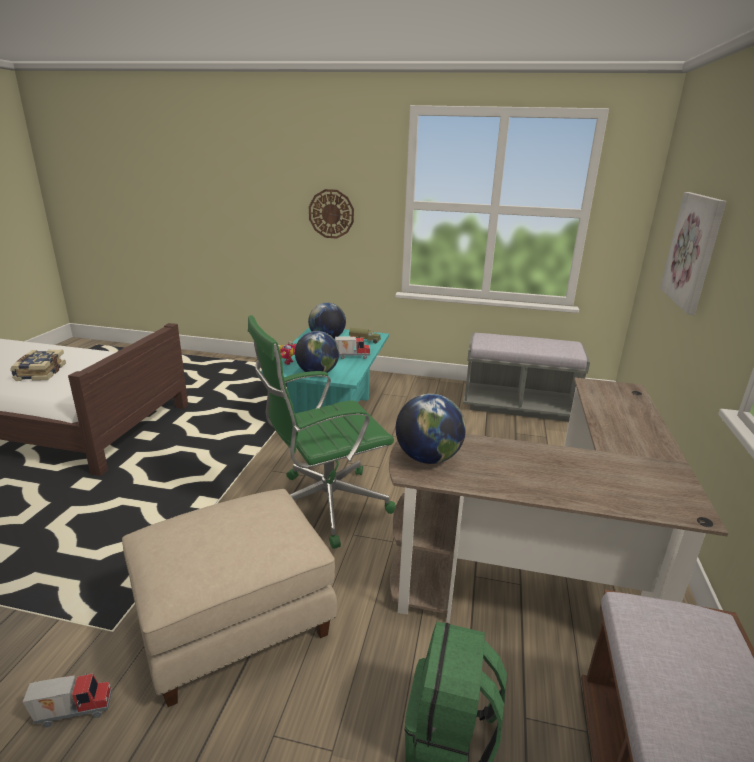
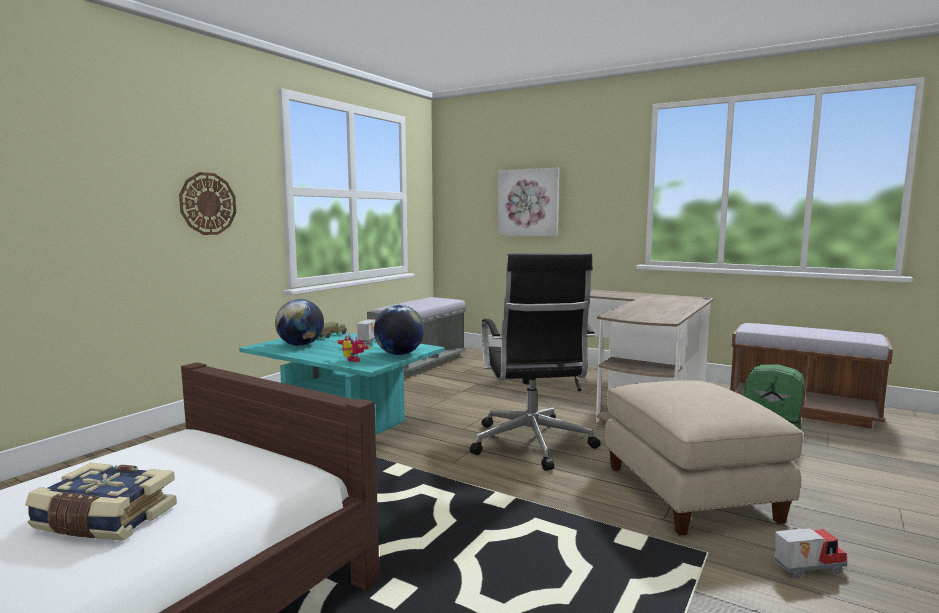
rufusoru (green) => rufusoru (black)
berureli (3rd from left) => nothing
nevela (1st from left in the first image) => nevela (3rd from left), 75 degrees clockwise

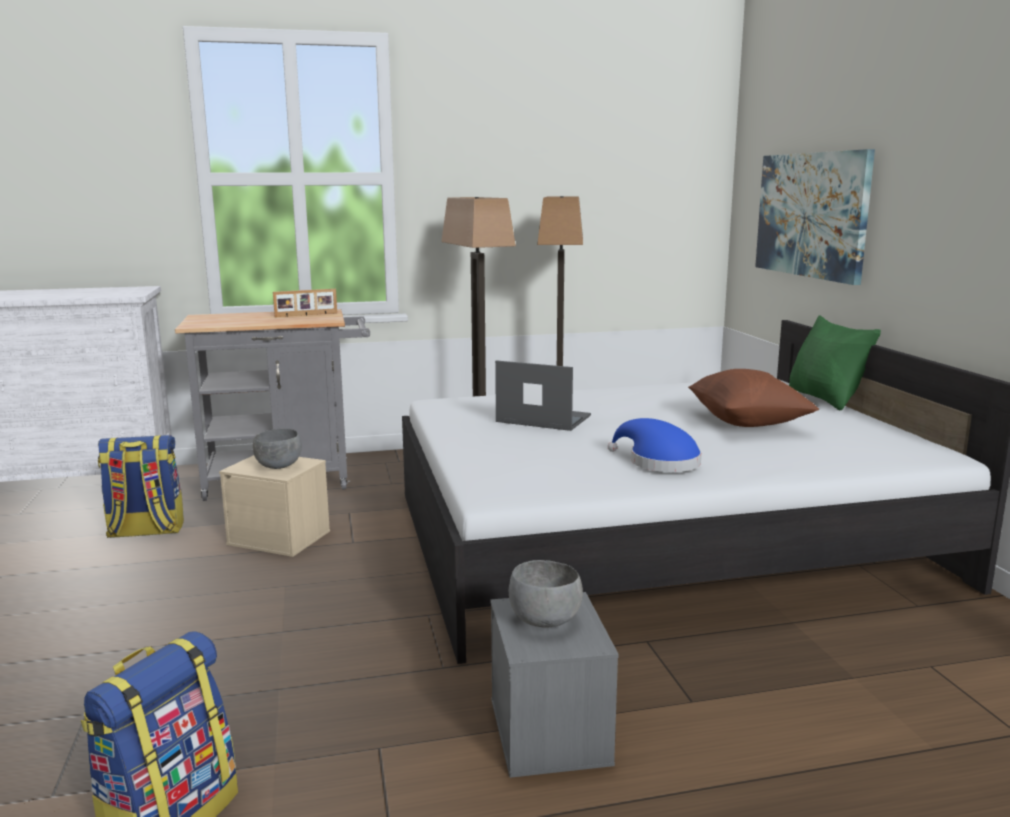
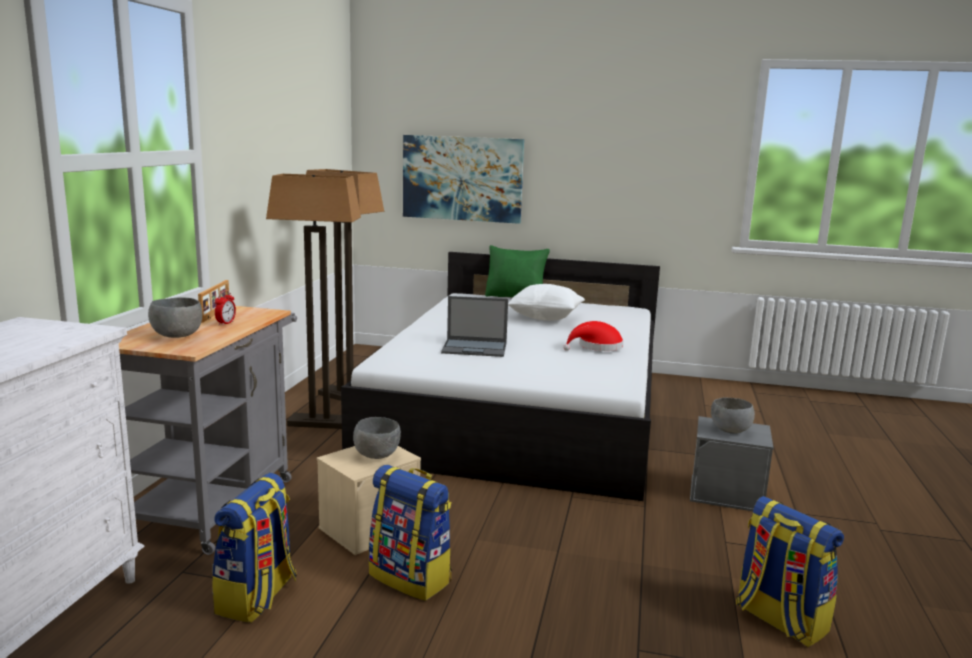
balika, 135 degrees counterclockwise
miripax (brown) => miripax (white)
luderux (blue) => luderux (red)
nothing => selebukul
nothing => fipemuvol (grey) (1st from left)
nothing => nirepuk (2nd from left)

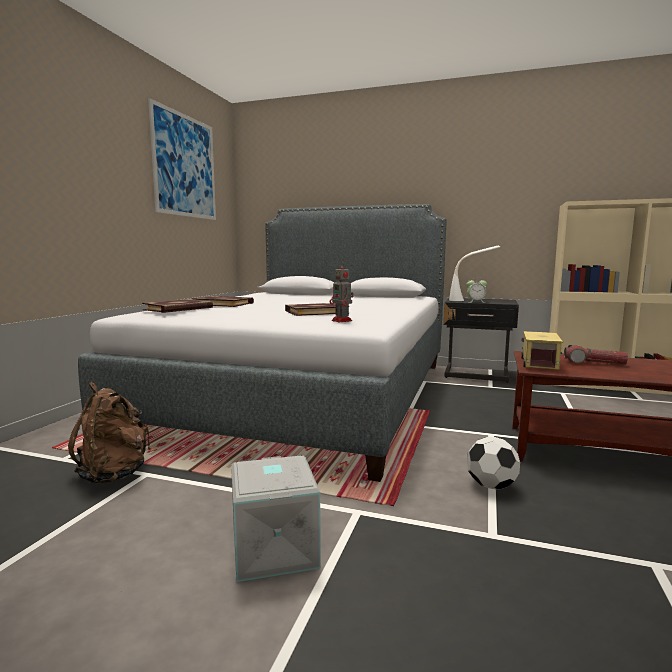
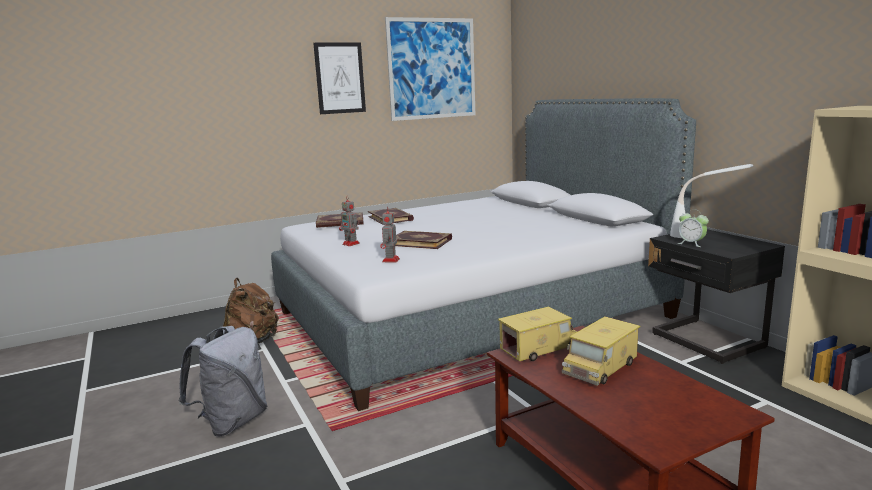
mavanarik => nevela (2nd from left)
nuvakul => nothing
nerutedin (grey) => nirepuk (grey)
nothing => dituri (1st from left)
nothing => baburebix (1st from left)

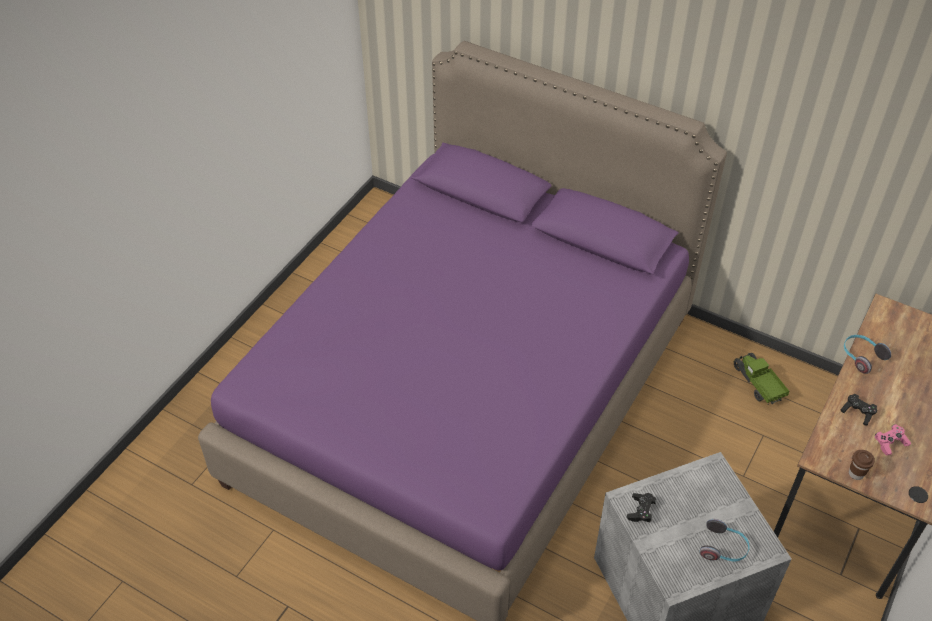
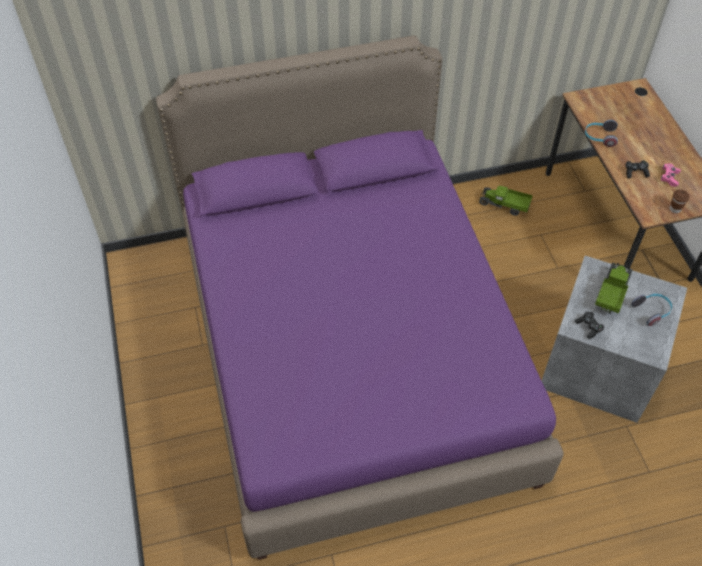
nothing => nevela (2nd from left)

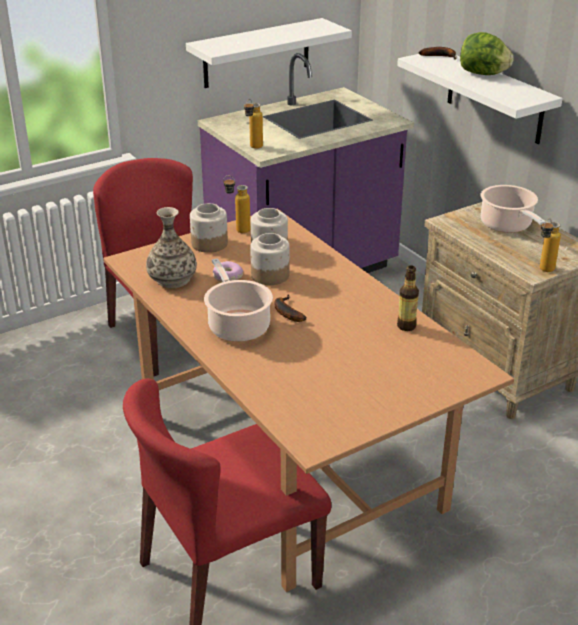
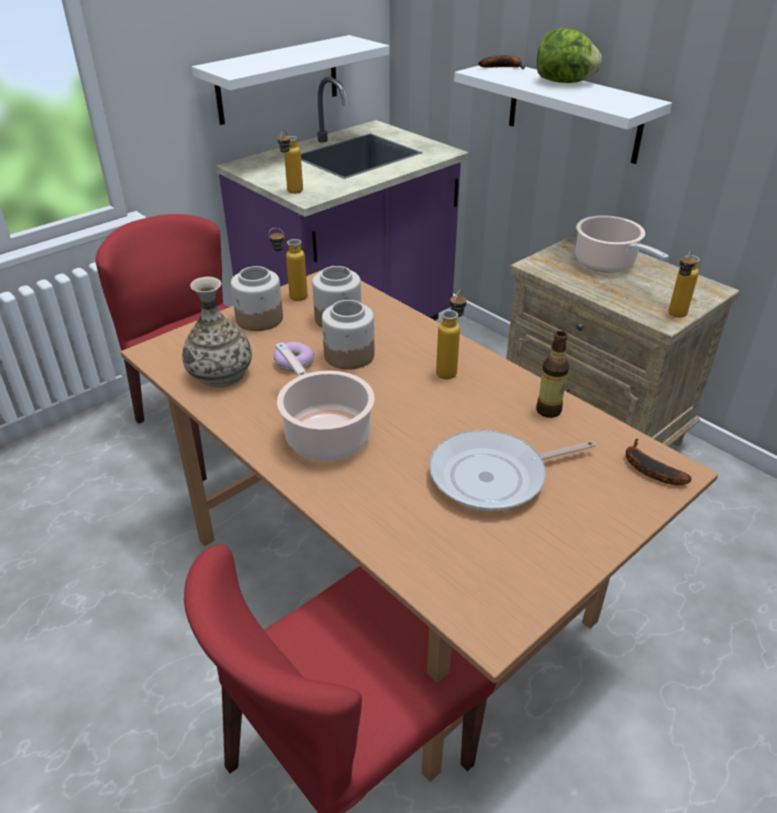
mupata (1st from left in the first image) => mupata (2nd from left), move
nothing => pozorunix (3rd from left)
nothing => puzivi

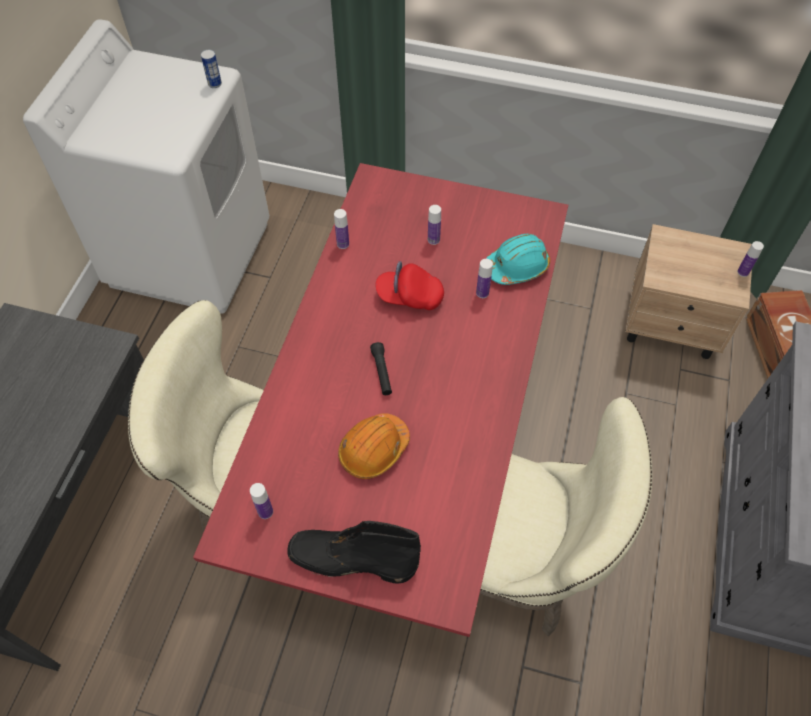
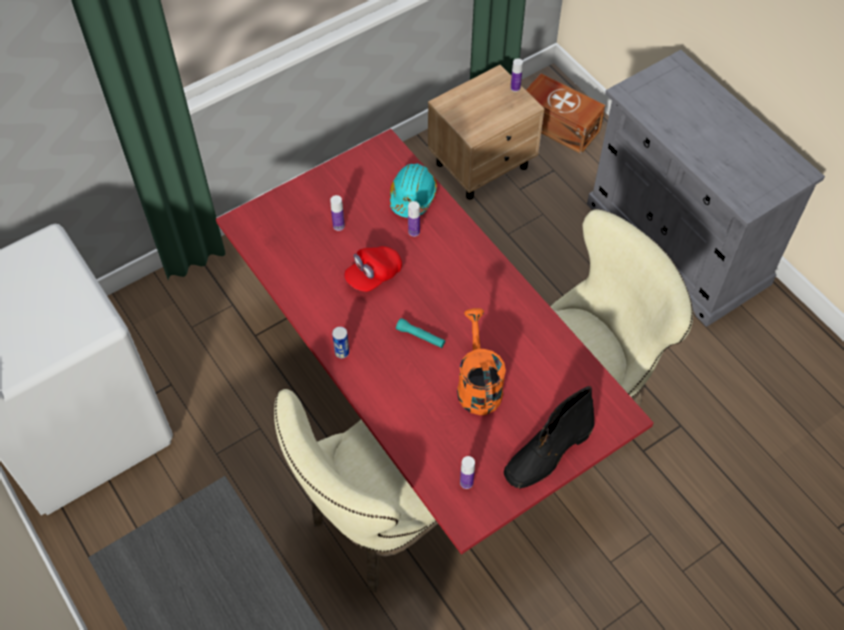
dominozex, move
pozorunix (2nd from left) => nothing
mavanarik (black) => mavanarik (turquoise)
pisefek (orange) => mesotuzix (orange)

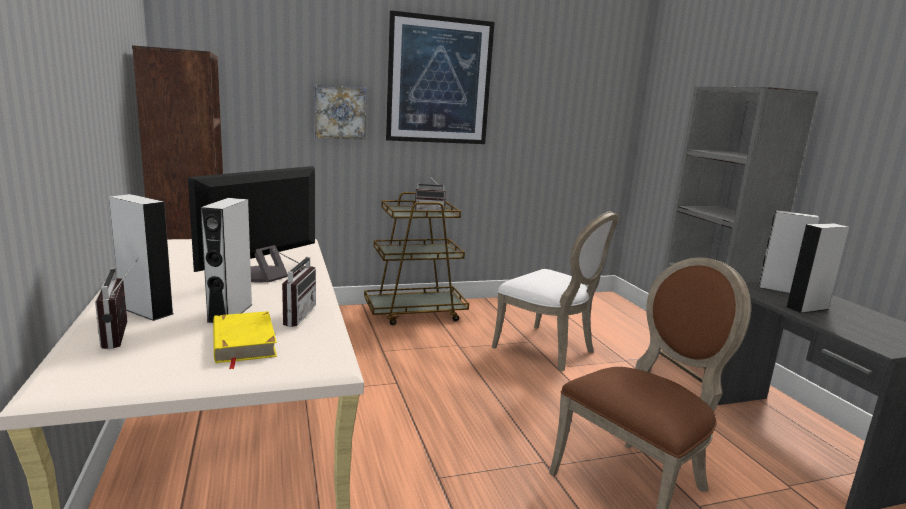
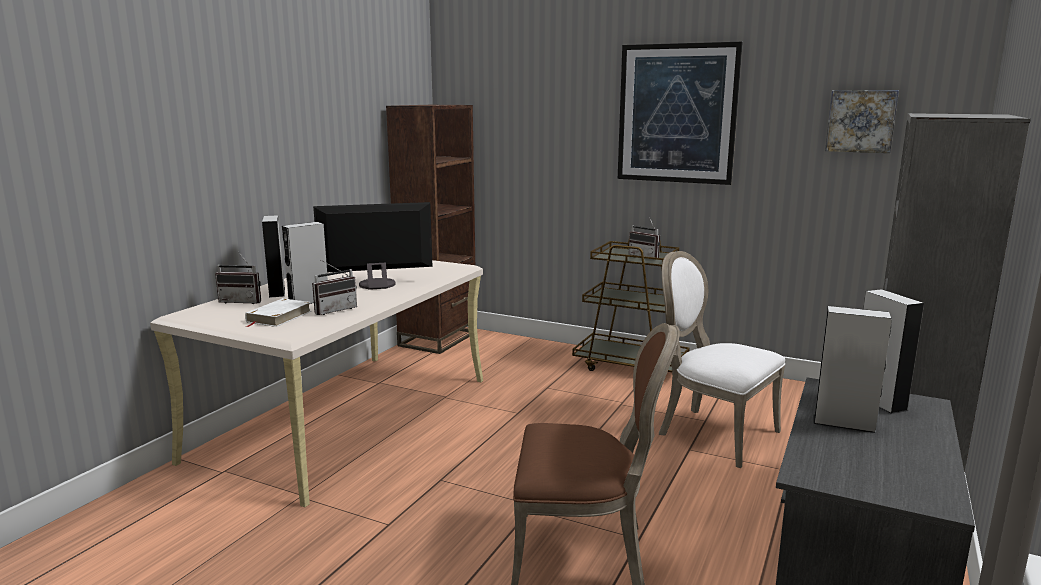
dituri (1st from left in the first image) => dituri (2nd from left), move
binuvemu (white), 135 degrees clockwise
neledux (1st from left), 105 degrees counterclockwise
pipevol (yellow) => pipevol (white)

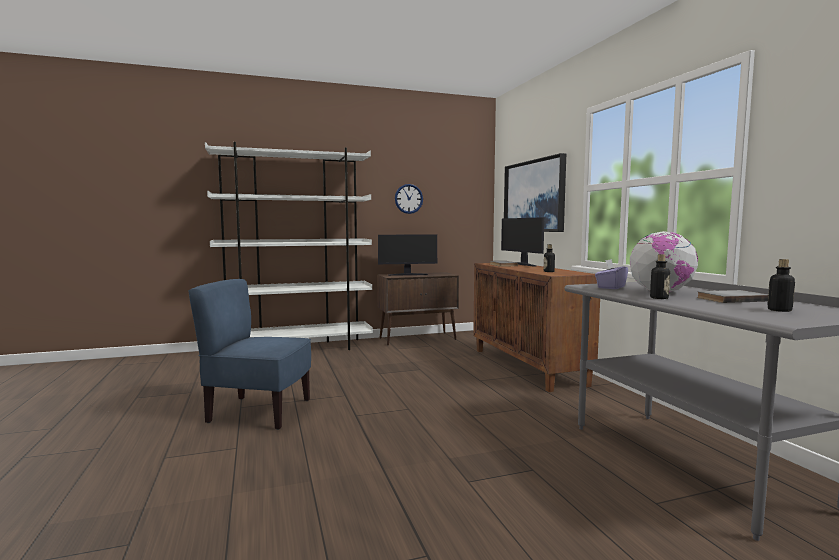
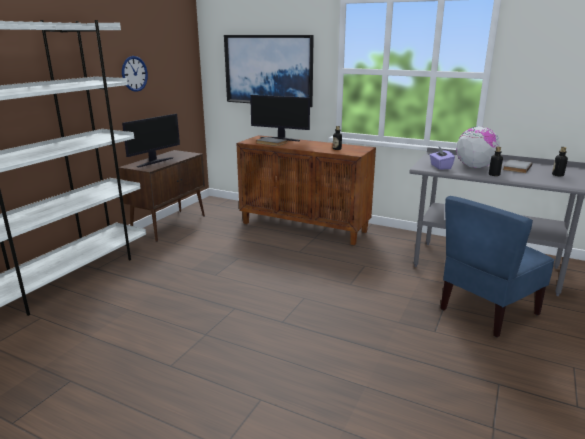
binuvemu (blue), move

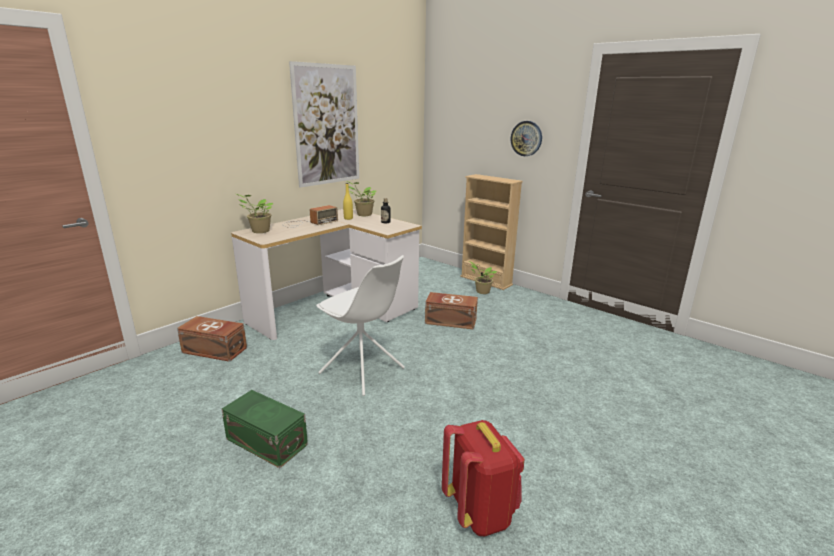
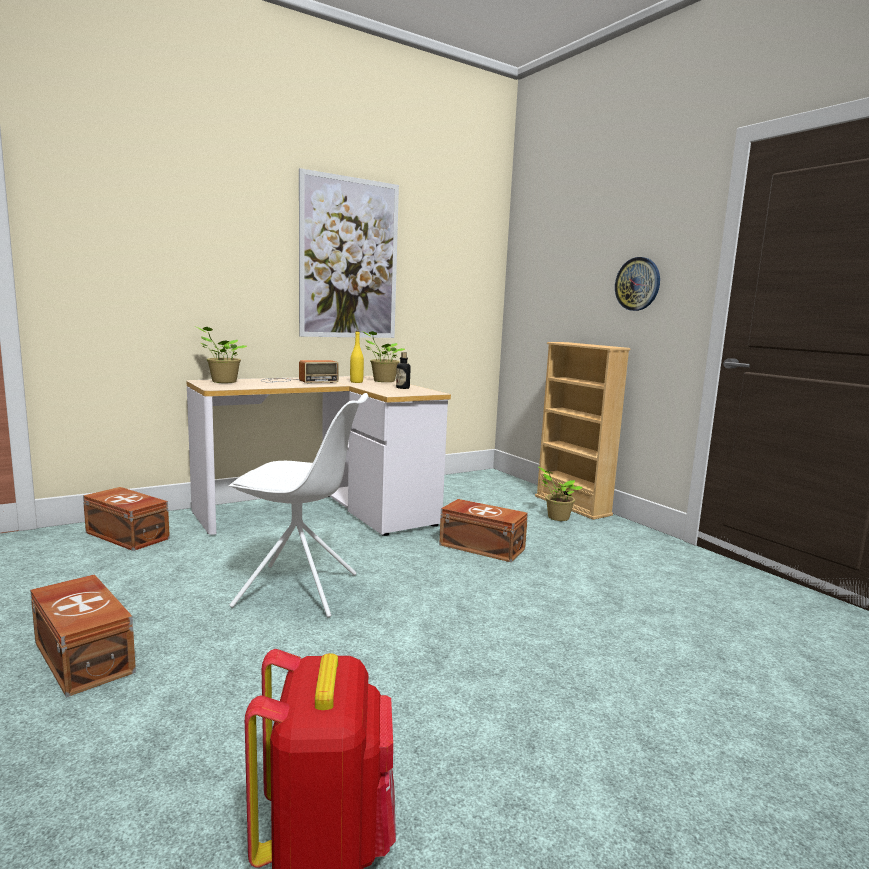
binuvemu (white), 45 degrees counterclockwise
nerutedin (green) => nerutedin (brown) (1st from left)

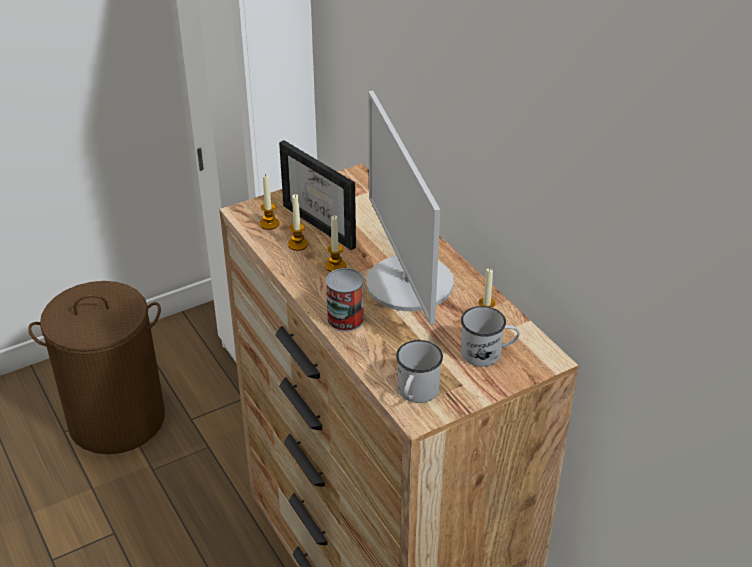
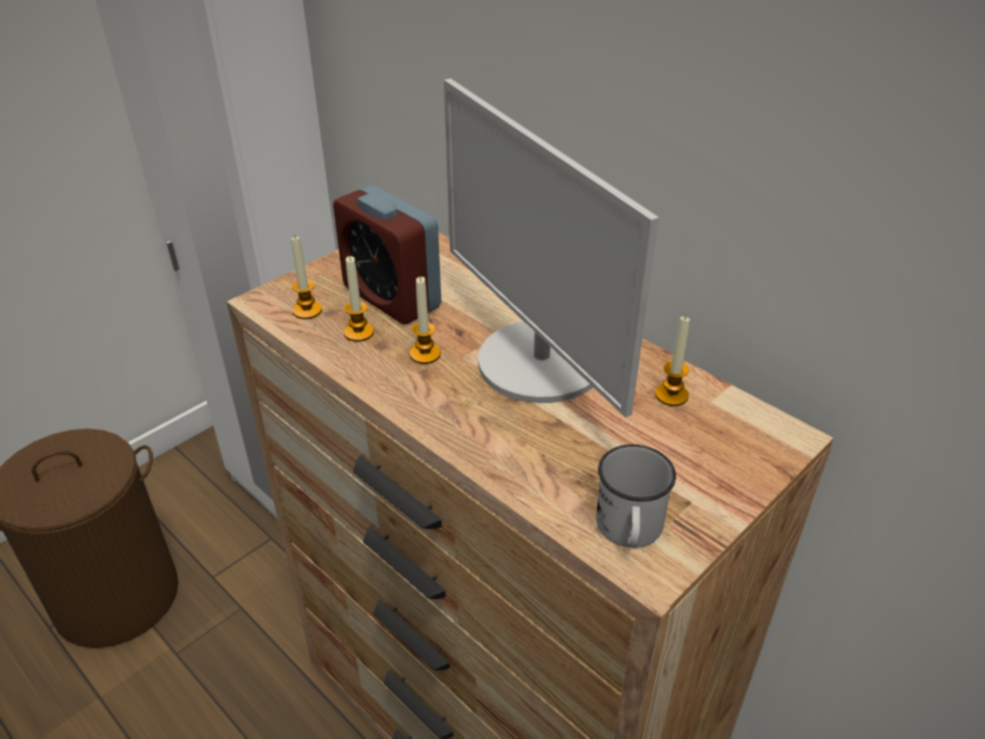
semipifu => selebukul
dominozex => nothing
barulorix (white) (2nd from left) => nothing

